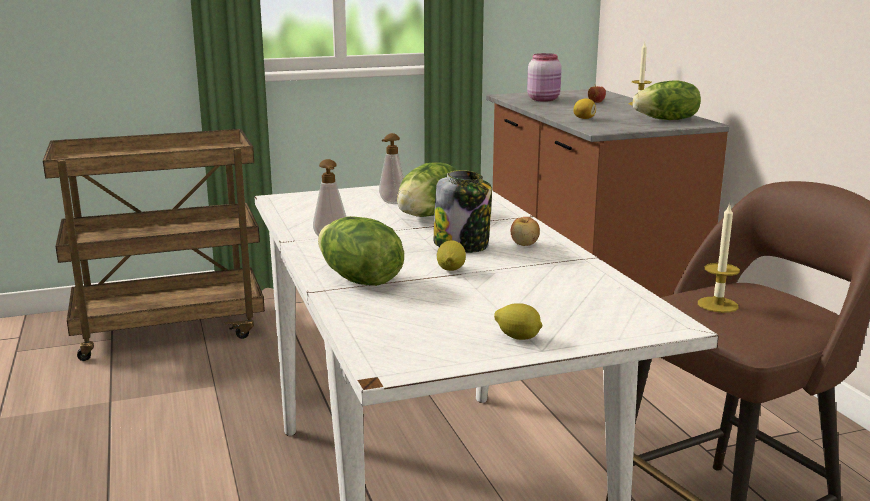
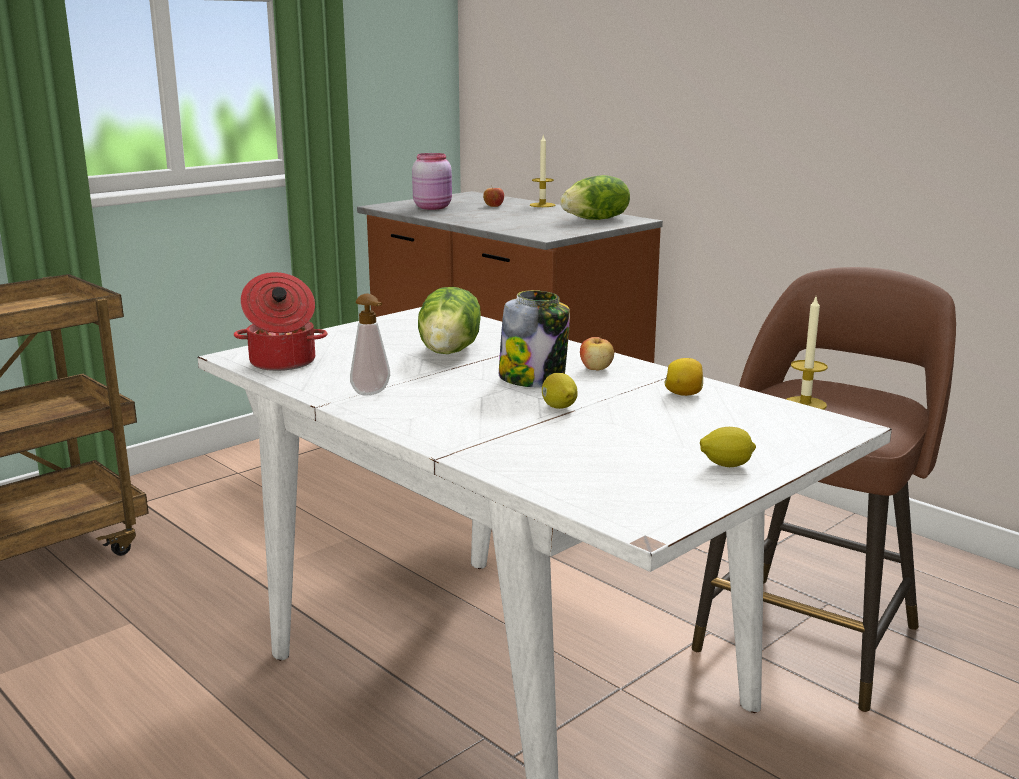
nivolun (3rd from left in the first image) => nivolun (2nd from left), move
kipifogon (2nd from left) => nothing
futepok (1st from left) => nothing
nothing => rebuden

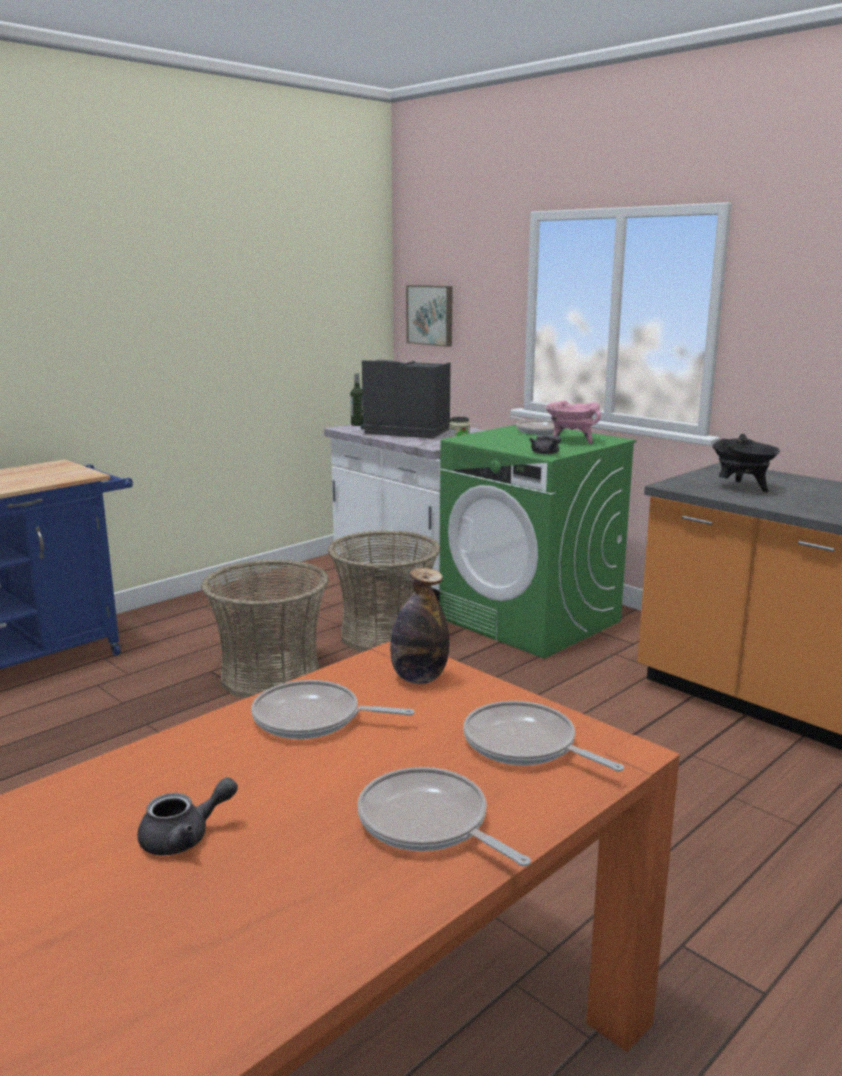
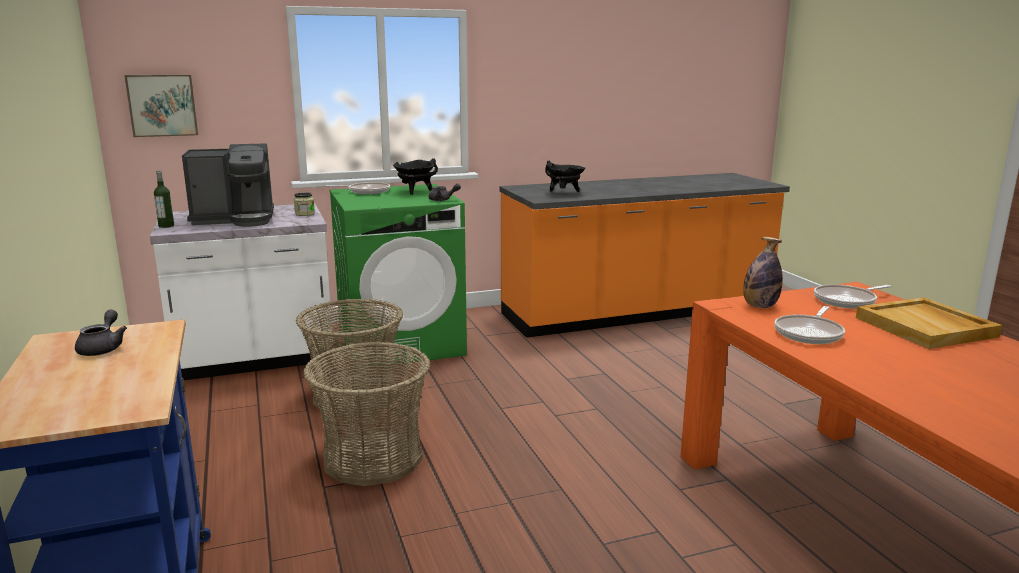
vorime, 150 degrees counterclockwise
rebuden (pink) => rebuden (black) (1st from left)
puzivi (2nd from left) => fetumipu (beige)
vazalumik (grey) (1st from left), move

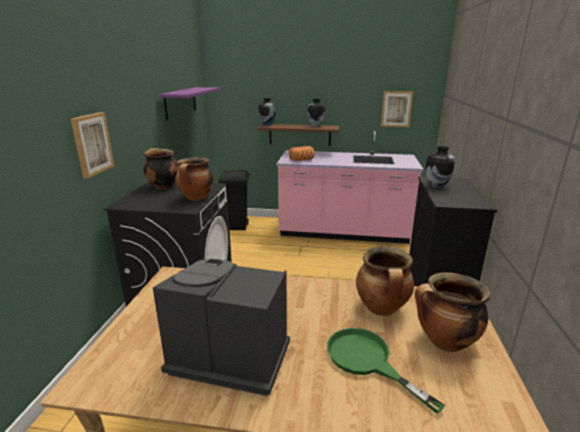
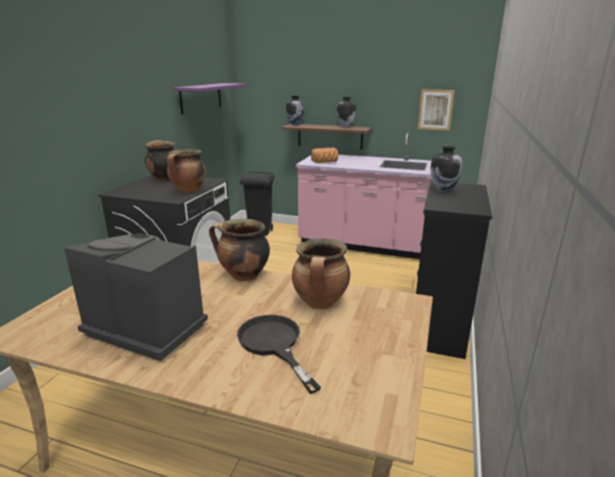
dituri (1st from left) => nothing
rebuden (4th from left in the first image) => rebuden (3rd from left), move
puzivi (green) => puzivi (black)

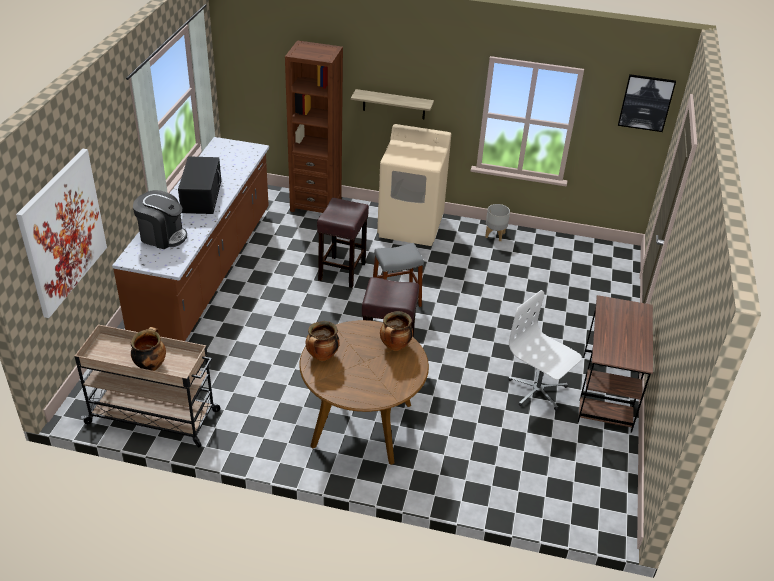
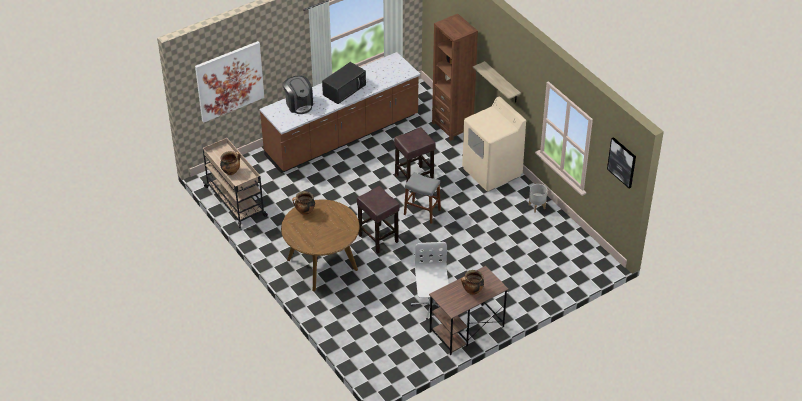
rebuden (3rd from left), move

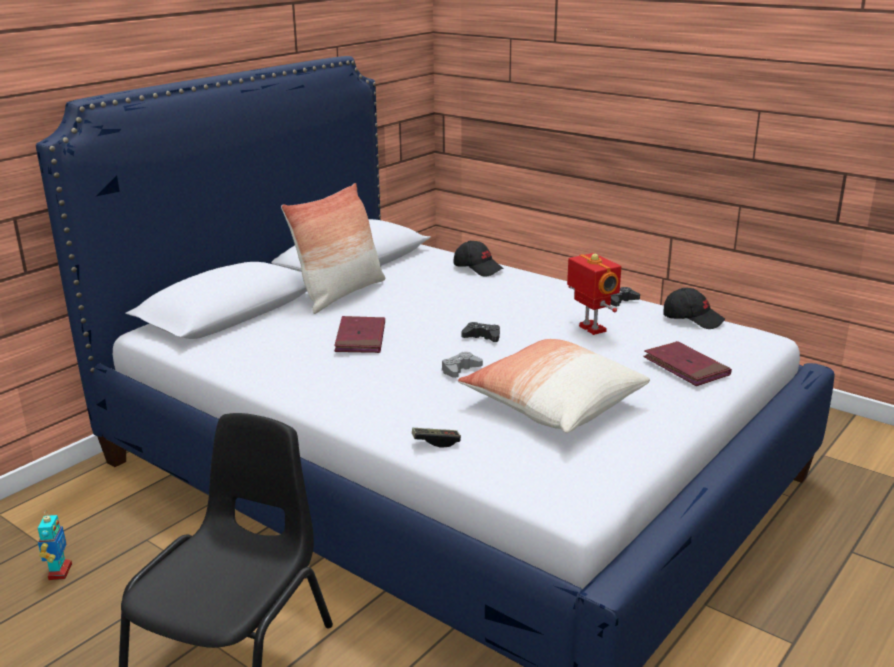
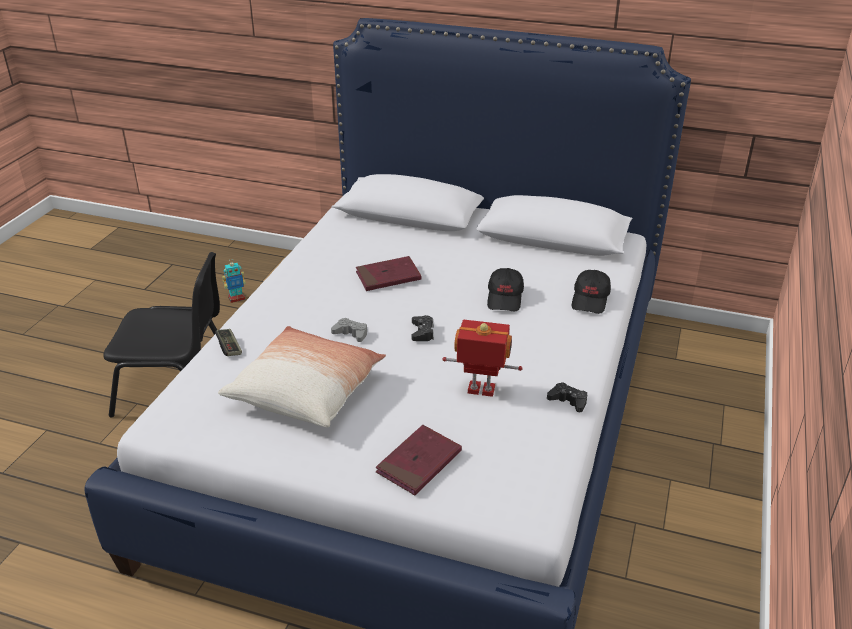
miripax (1st from left) => nothing
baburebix (2nd from left), 120 degrees counterclockwise
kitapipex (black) (2nd from left in the first image) => kitapipex (black) (1st from left), move

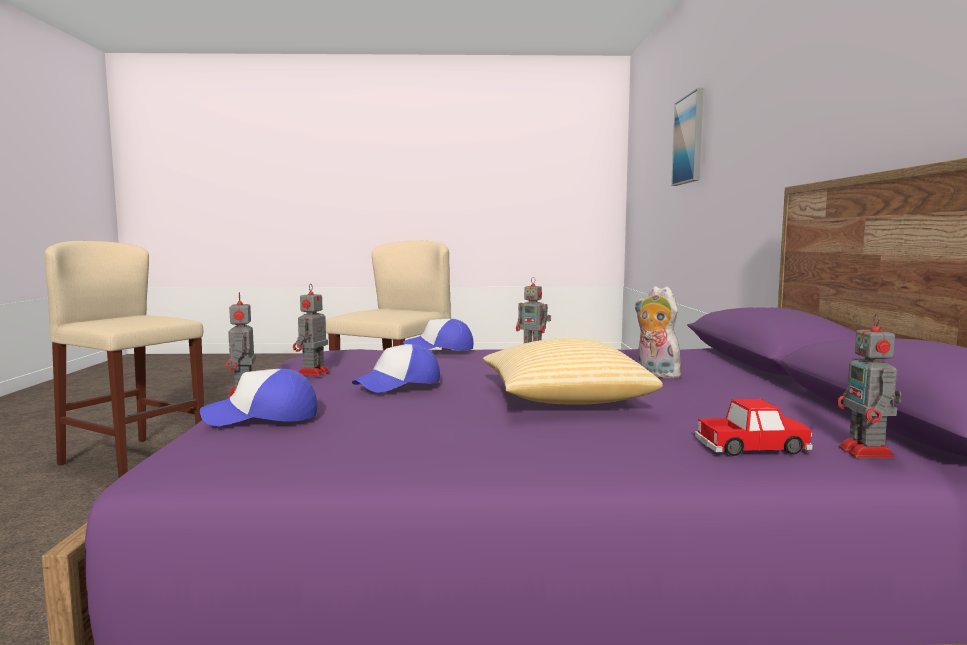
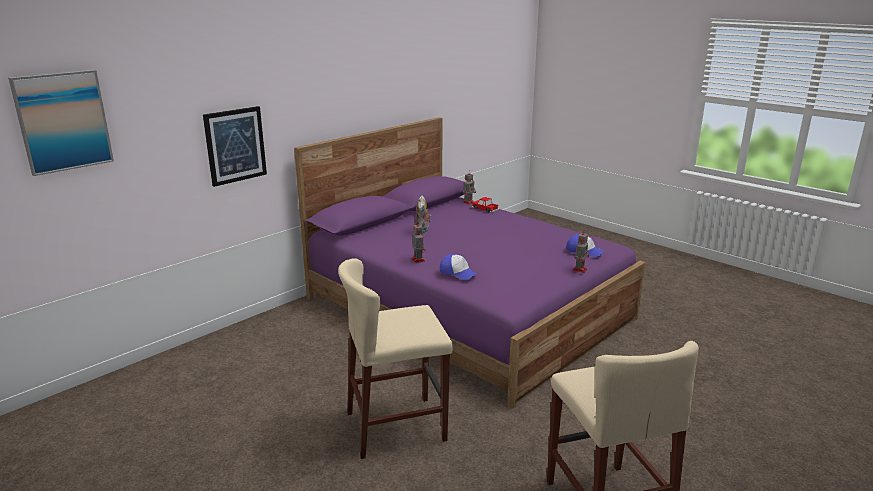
baburebix (2nd from left) => nothing
miripax => nothing
kitapipex (2nd from left) => nothing
nothing => dituri (2nd from left)

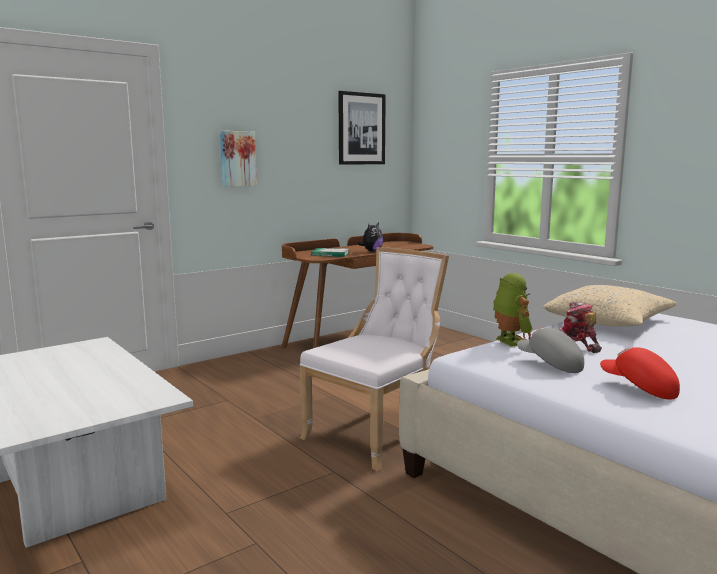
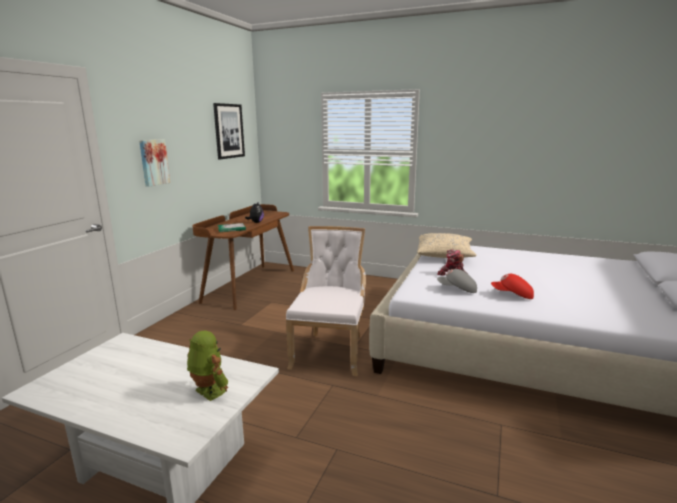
baburebix (1st from left), move

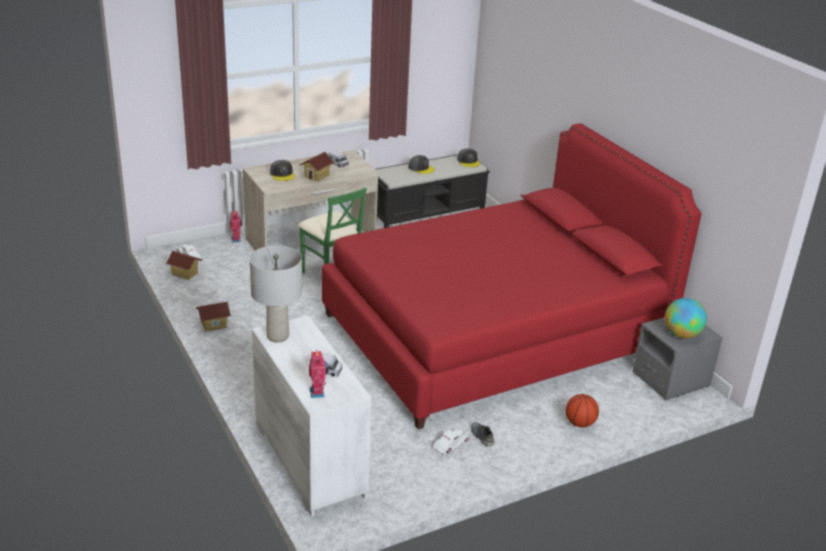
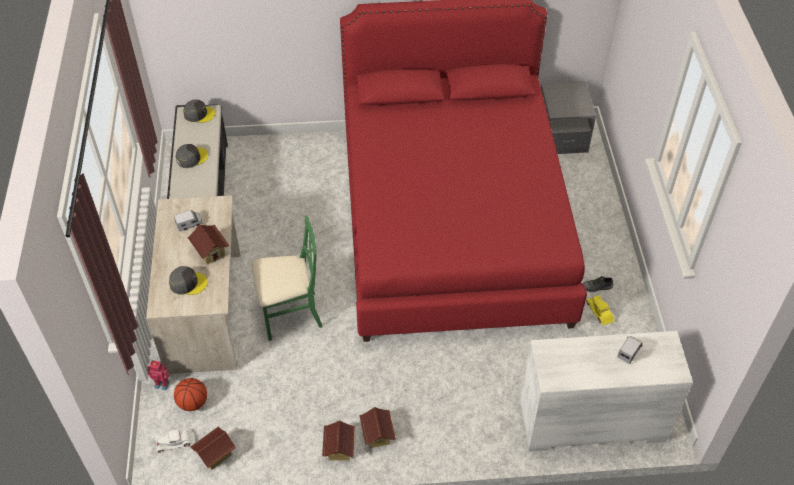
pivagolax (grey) => nothing
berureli => nothing
baburebix (2nd from left) => nothing
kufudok, move
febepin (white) (2nd from left) => febepin (yellow)
nothing => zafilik (4th from left)

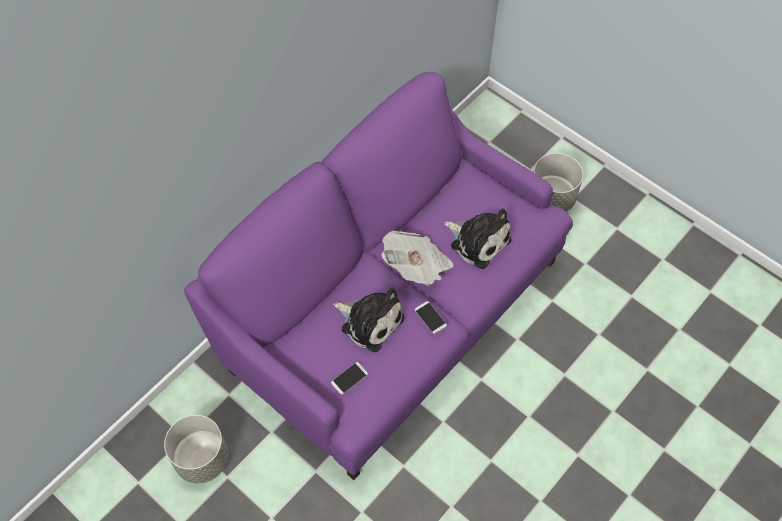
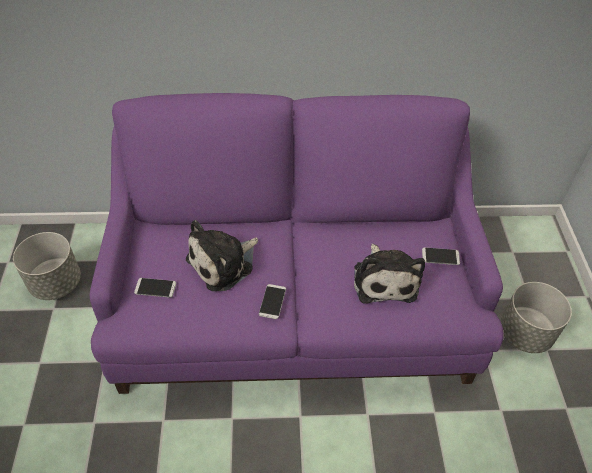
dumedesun => nothing
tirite (1st from left), 60 degrees clockwise
nothing => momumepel (3rd from left)

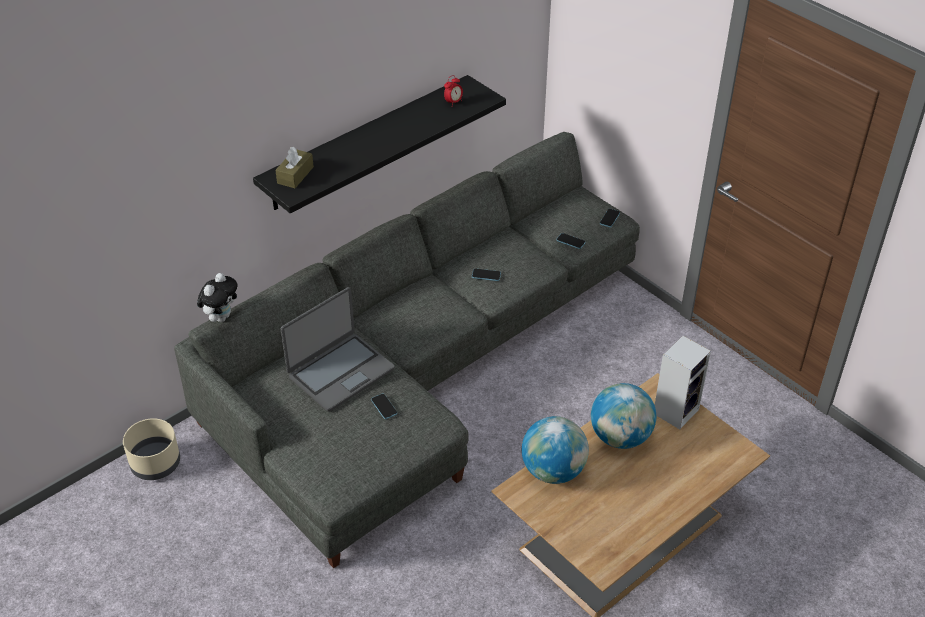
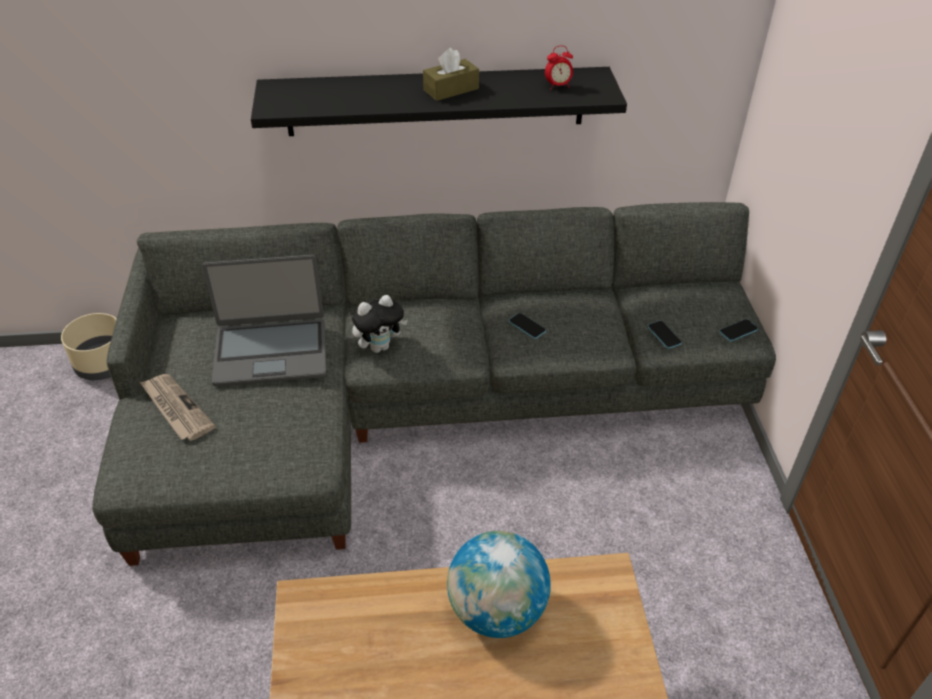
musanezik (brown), move
tirite, move
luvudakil => nothing
momumepel (1st from left) => nothing
berureli (1st from left) => nothing
nothing => dumedesun

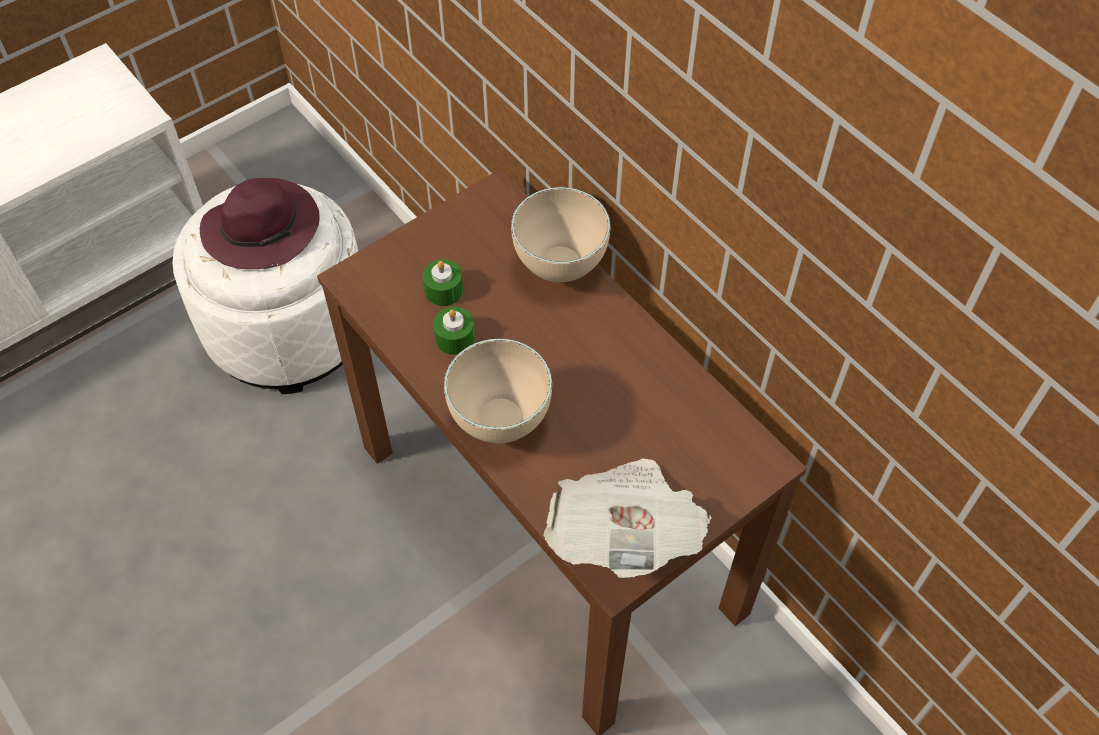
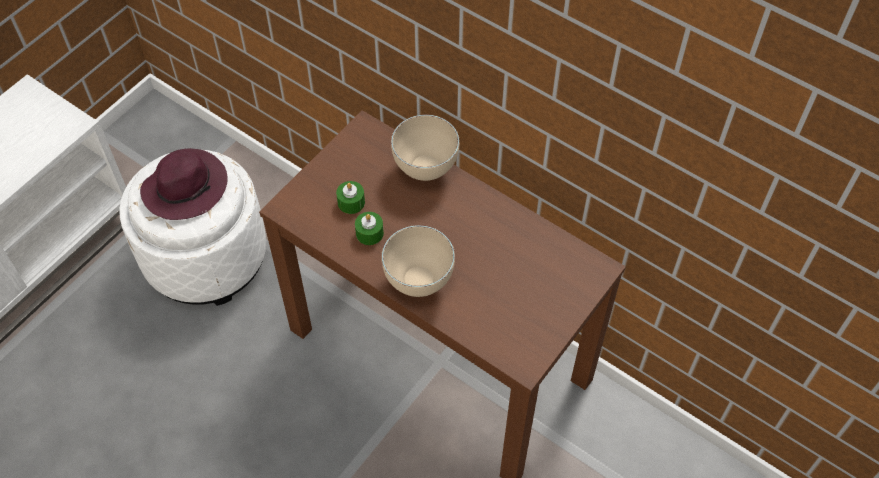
dumedesun => nothing

